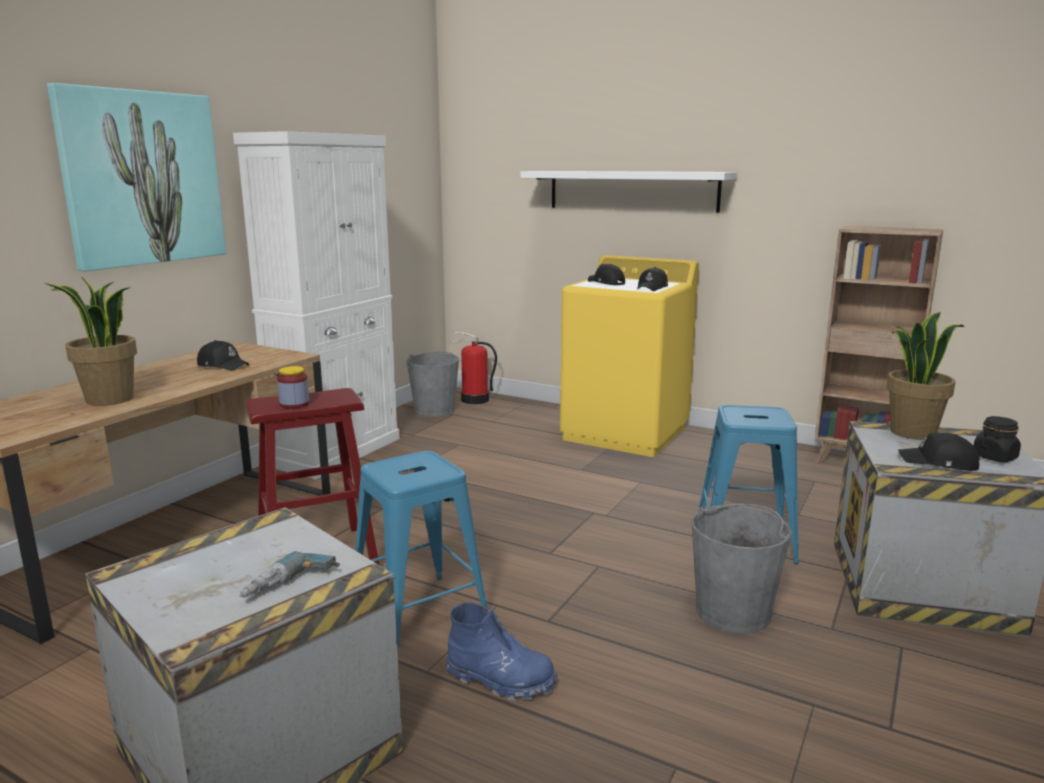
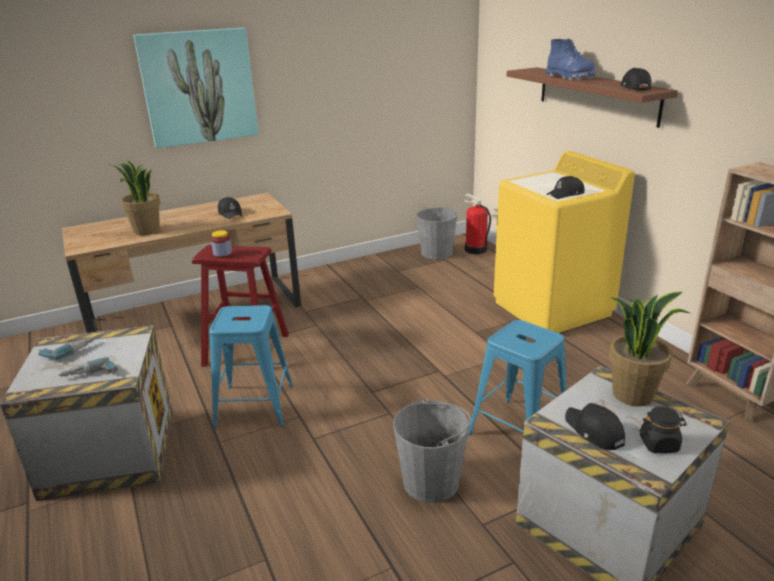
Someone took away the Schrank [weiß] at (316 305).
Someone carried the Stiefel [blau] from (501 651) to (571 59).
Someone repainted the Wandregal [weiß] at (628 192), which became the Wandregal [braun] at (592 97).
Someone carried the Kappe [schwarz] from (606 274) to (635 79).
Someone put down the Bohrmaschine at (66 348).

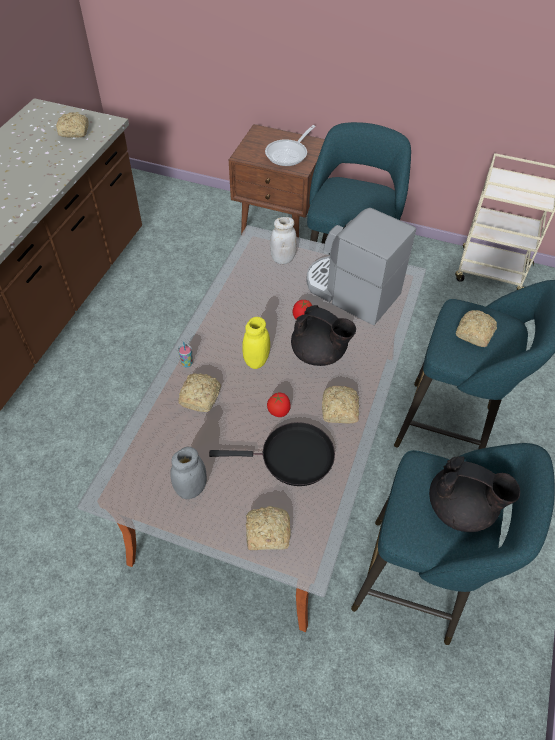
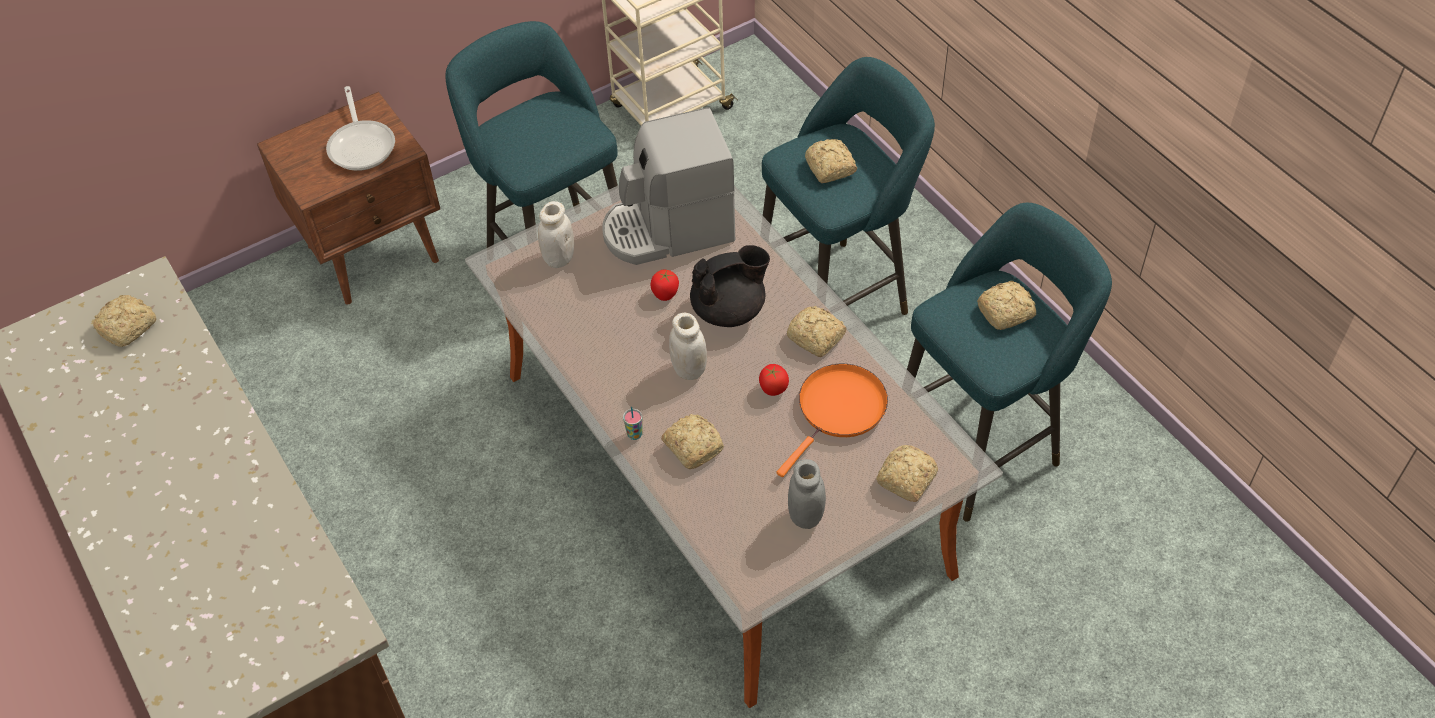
Someone repainted the Pfanne [schwarz] at (272 454), which became the Pfanne [orange] at (832 420).
Someone repainted the Vorratsglas [gelb] at (256 343), which became the Vorratsglas [weiß] at (688 346).
Someone swapped the Teekanne [schwarz] at (474 494) for the Brot at (1006 305).

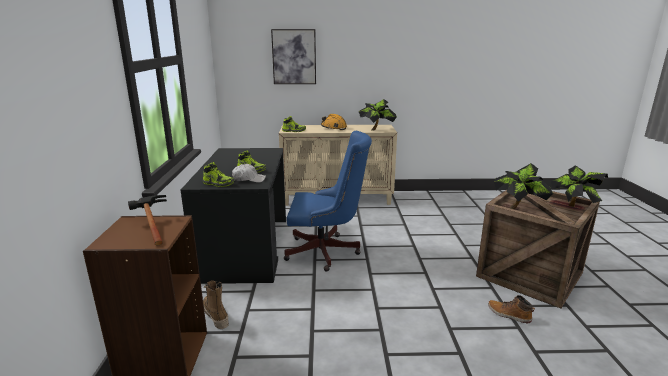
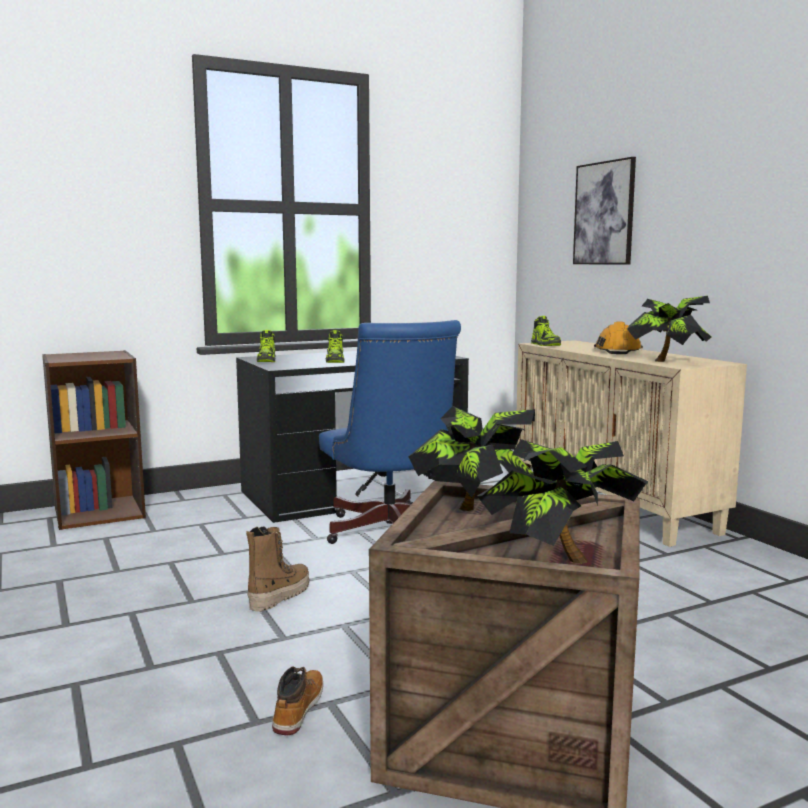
Someone took away the Hammer at (147 220).
Someone carried the Stiefel from (216 304) to (277 568).
Someone took away the Kappe [weiß] at (249 173).

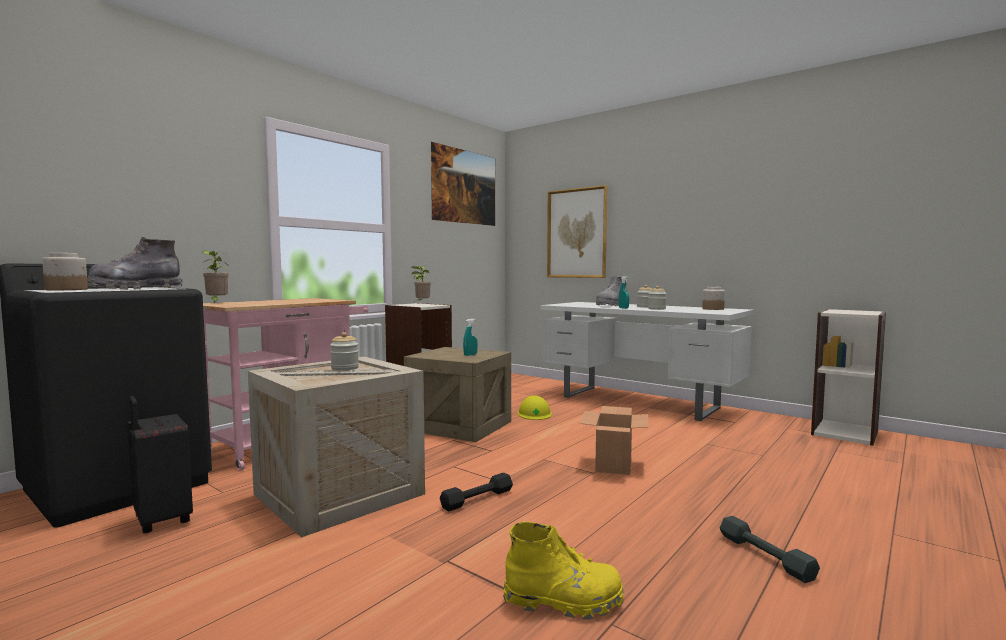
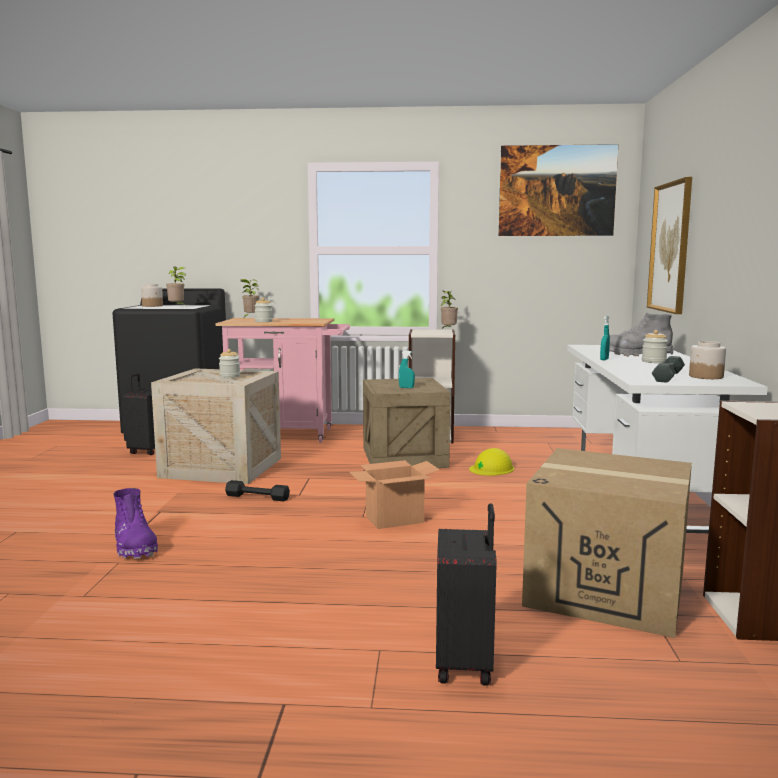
Someone swapped the Stiefel [grau] at (135 263) for the Topfpflanze at (176 286).
Someone repainted the Stiefel [gelb] at (563 571), which became the Stiefel [lila] at (136 523).
Someone carried the Vorratsglas from (657 298) to (263 309).
Someone carried the Hantel [grau] from (770 549) to (668 369).
Someone put down the Koffer [schwarz] at (466 594).
Someone put down the Karton at (607 543).

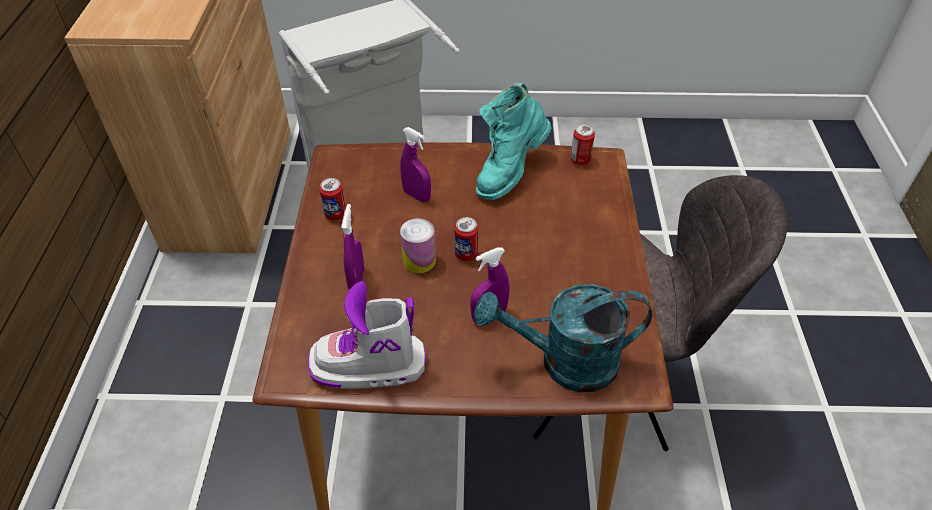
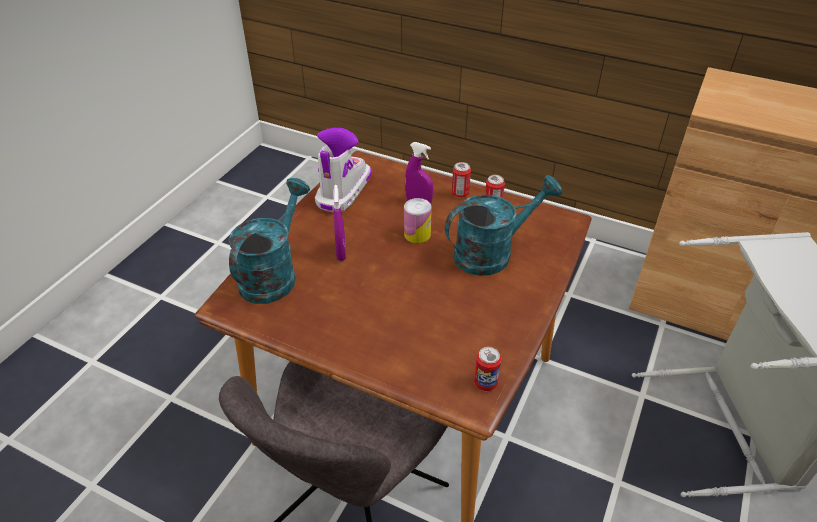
Someone swapped the Sprühflasche [lila] at (415 164) for the Gießkanne [türkis] at (503 225).
Someone carried the Dose from (466 239) to (461 180).
Someone took away the Stiefel [türkis] at (513 141).

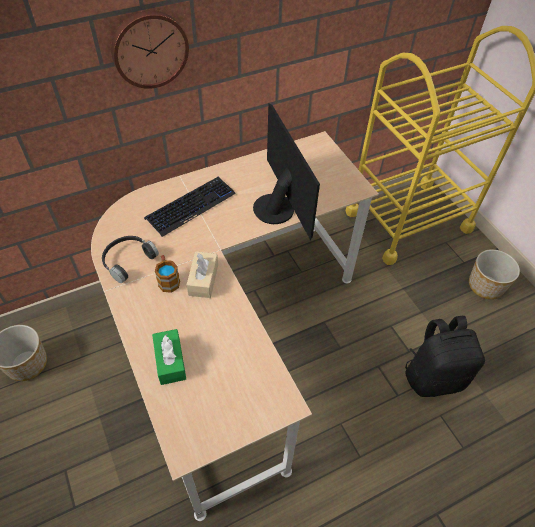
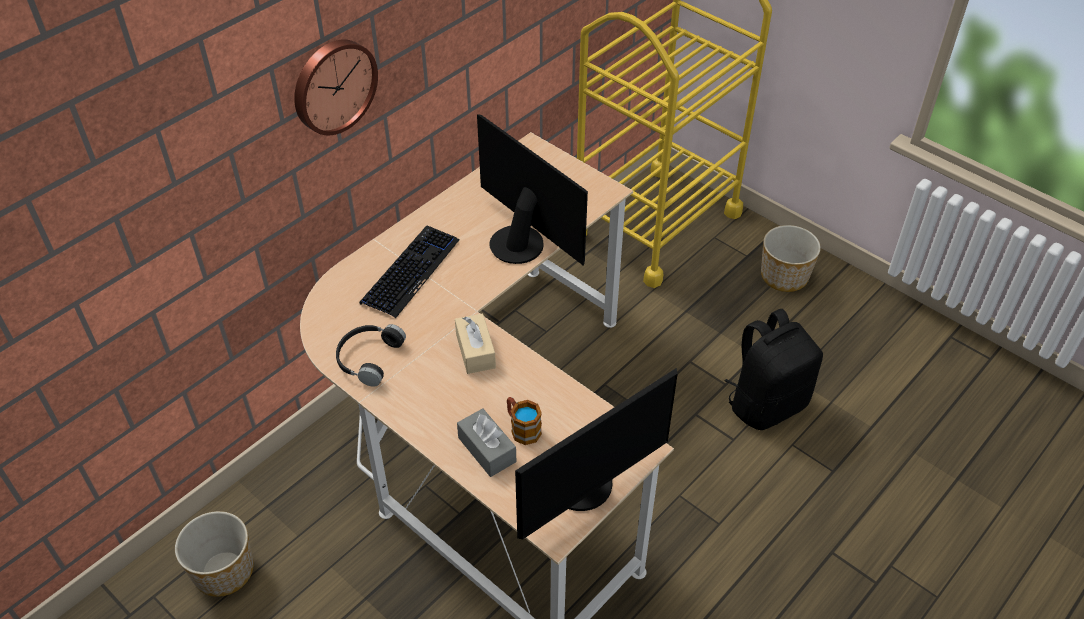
Someone repainted the Taschentuchbox [grün] at (169 357), which became the Taschentuchbox [grau] at (486 442).
Someone carried the Henkelbecher from (167 274) to (524 421).
Someone put down the Monitor at (596 453).

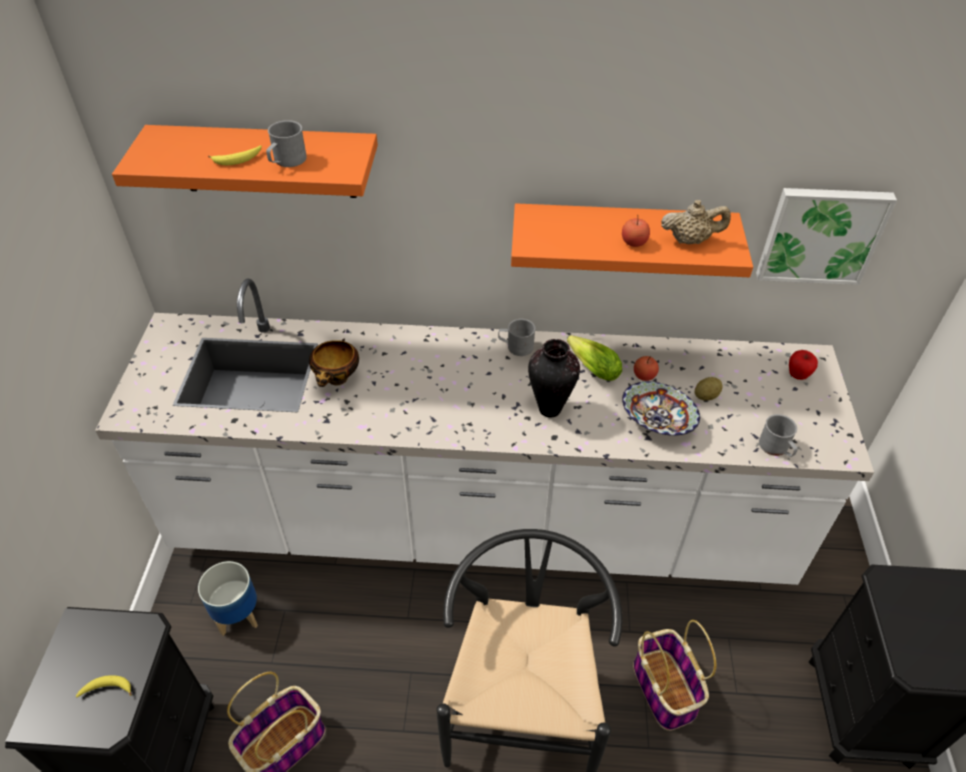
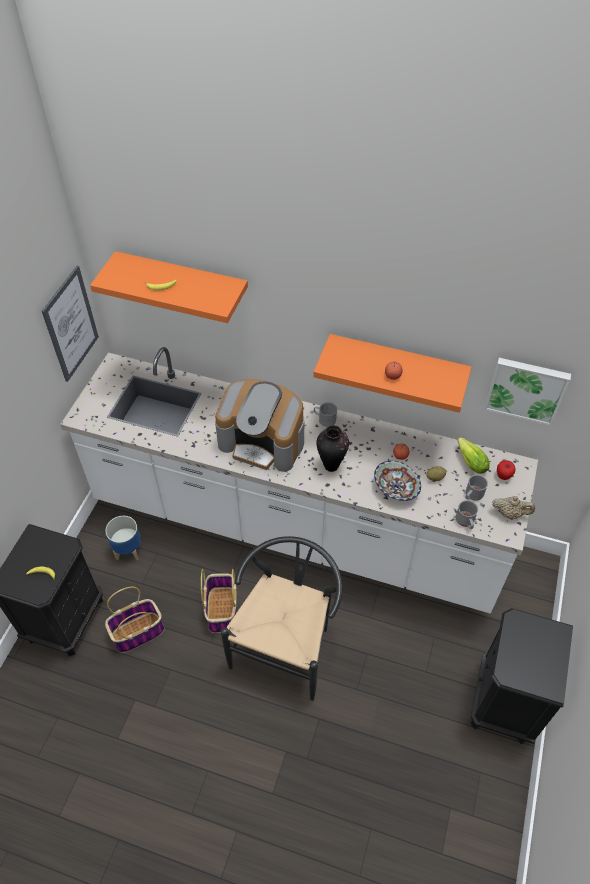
Someone carried the Henkelbecher [grau] from (286 143) to (476 488).
Someone took away the Schüssel at (334 363).
Someone carried the Salatkopf from (594 358) to (474 455).
Someone carried the Korb from (674 675) to (219 601).
Someone carried the Teekanne [beige] from (696 222) to (513 508).
Someone put up the Bild at (70 324).
Someone put down the Kaffeemaschine at (259 425).

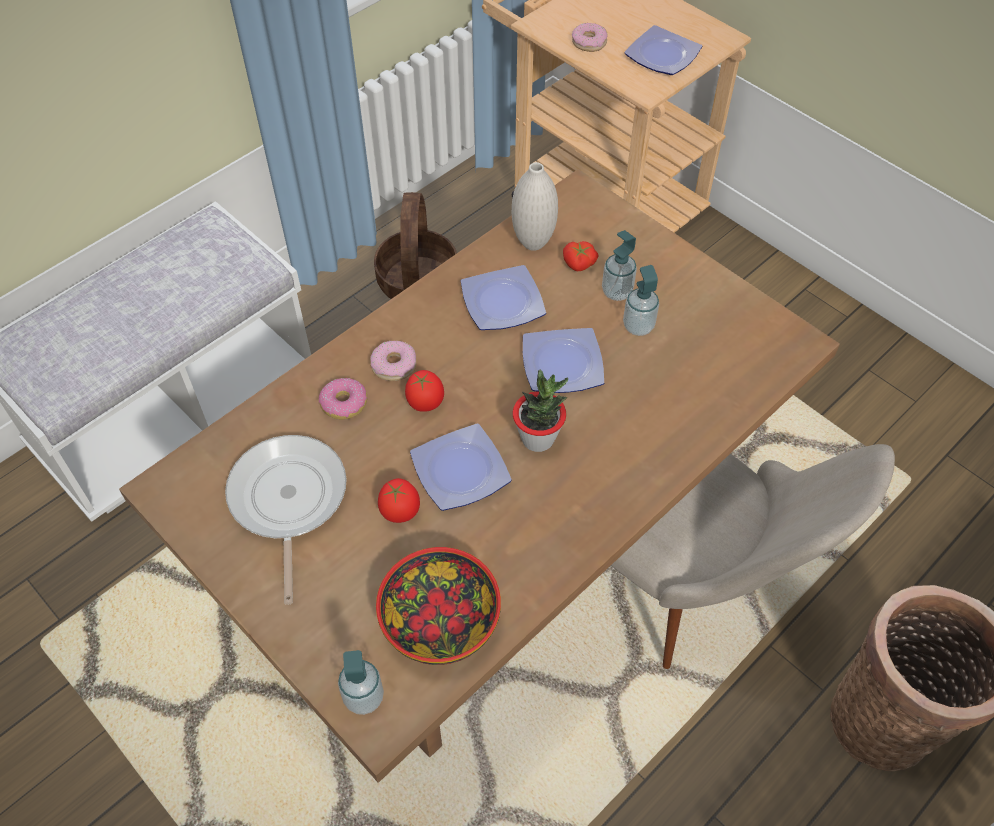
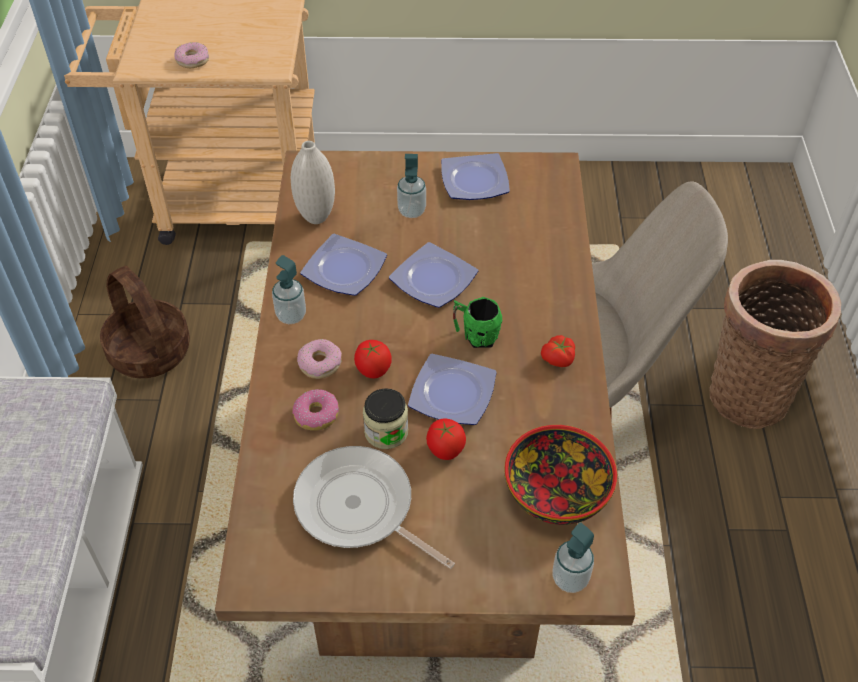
Someone swapped the Topfpflanze at (540 411) for the Henkelbecher [grün] at (477 322).
Someone carried the Tomate from (580 256) to (558 351).
Someone carried the Seifenspender from (641 300) to (289 289).
Someone carried the Teller from (663 50) to (475 176).
Someone put down the Vorratsglas at (385 418).

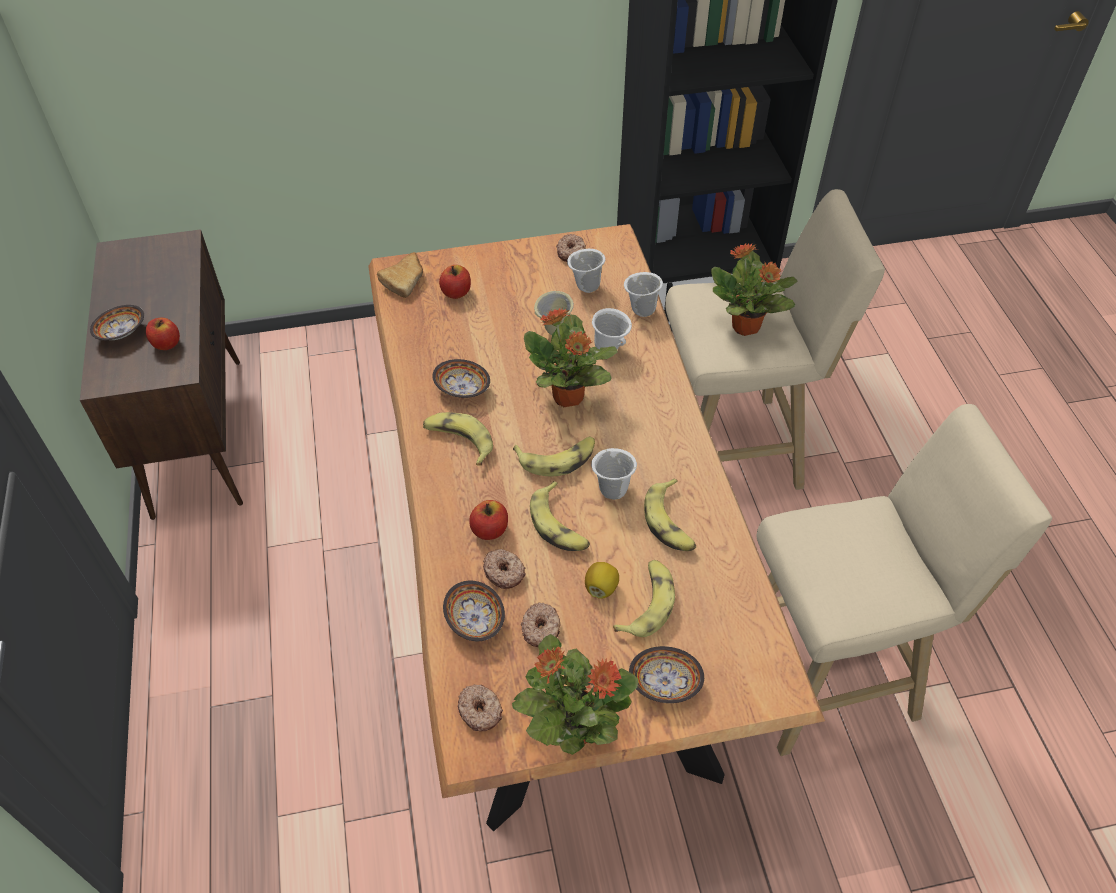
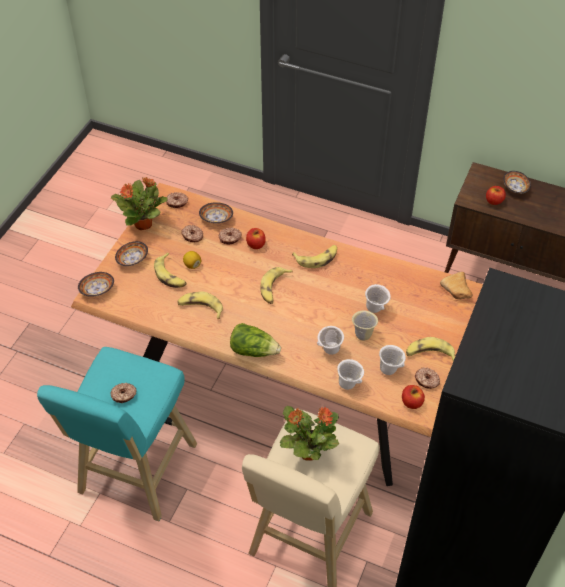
Someone carried the Schüssel from (461 378) to (96 284).
Someone carried the Apfel from (455 282) to (413 397).
Someone took away the Topfpflanze at (570 357).
Someone carried the Banane from (560 516) to (430 349).
Someone carried the Henkelbecher [weiß] from (614 474) to (378 298).
Someone repainted the Hocker [beige] at (904 580), which became the Hocker [türkis] at (117 434).
Someone put down the Donut at (123 393).
Someone put down the Salatkopf at (255 340).

